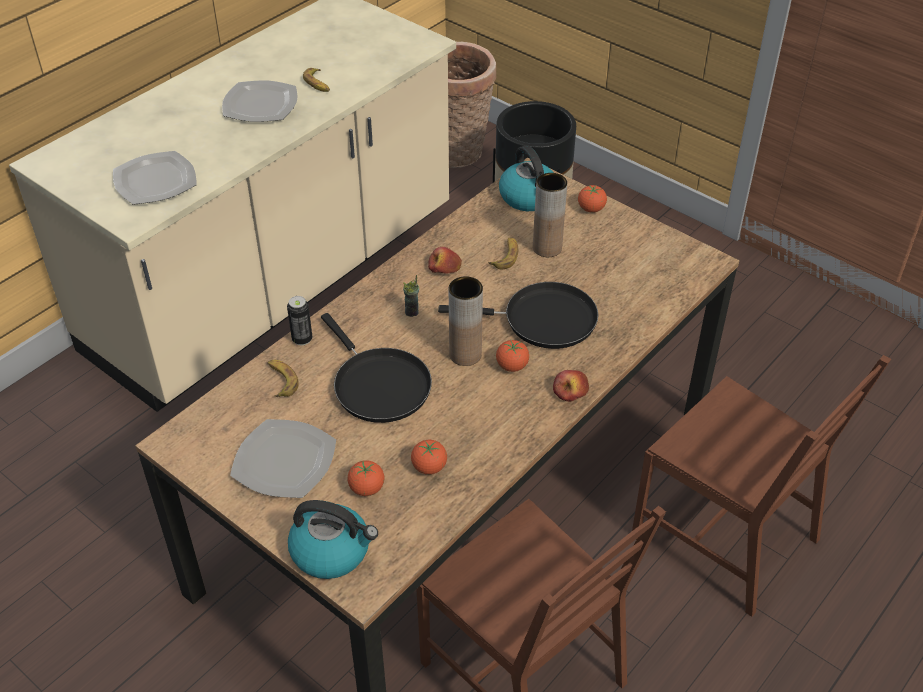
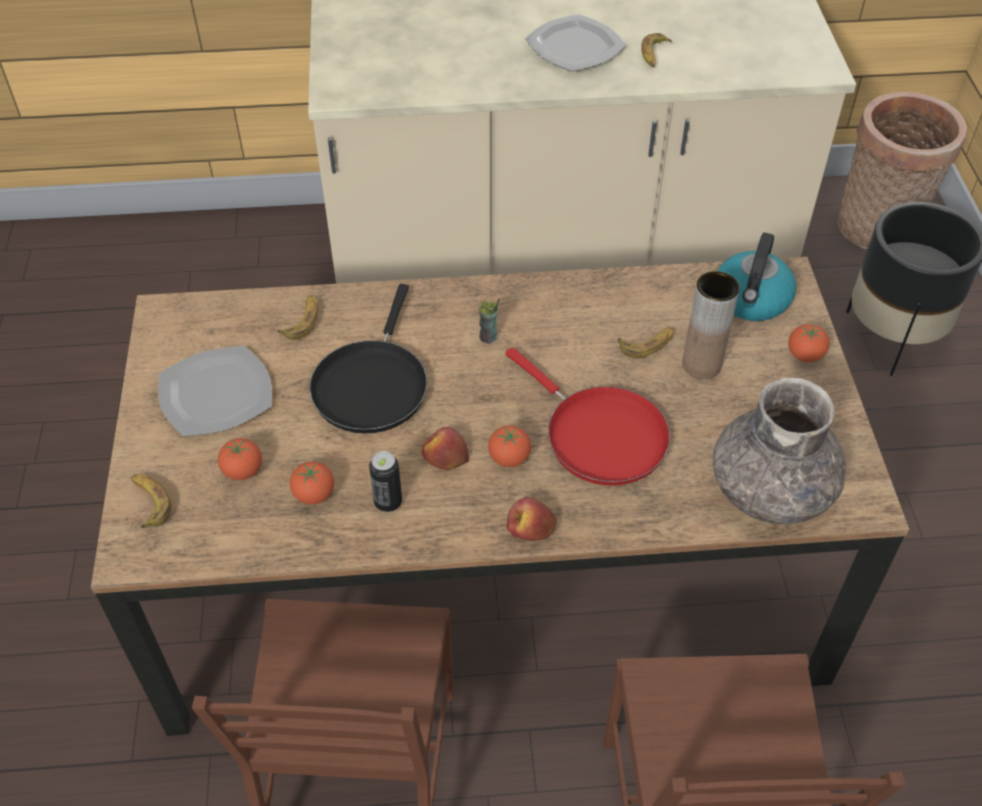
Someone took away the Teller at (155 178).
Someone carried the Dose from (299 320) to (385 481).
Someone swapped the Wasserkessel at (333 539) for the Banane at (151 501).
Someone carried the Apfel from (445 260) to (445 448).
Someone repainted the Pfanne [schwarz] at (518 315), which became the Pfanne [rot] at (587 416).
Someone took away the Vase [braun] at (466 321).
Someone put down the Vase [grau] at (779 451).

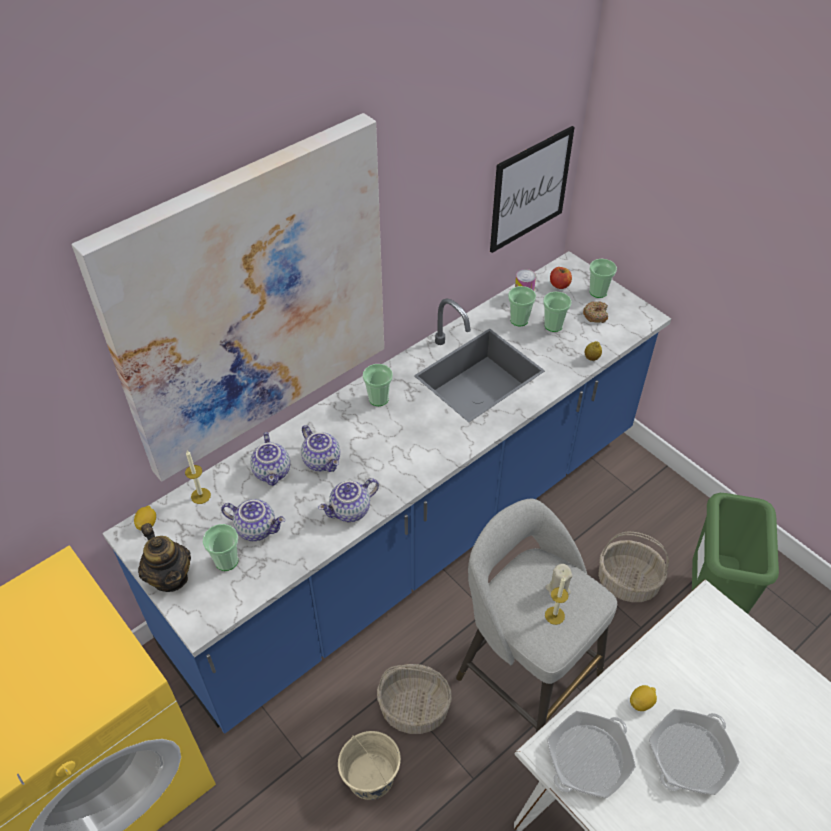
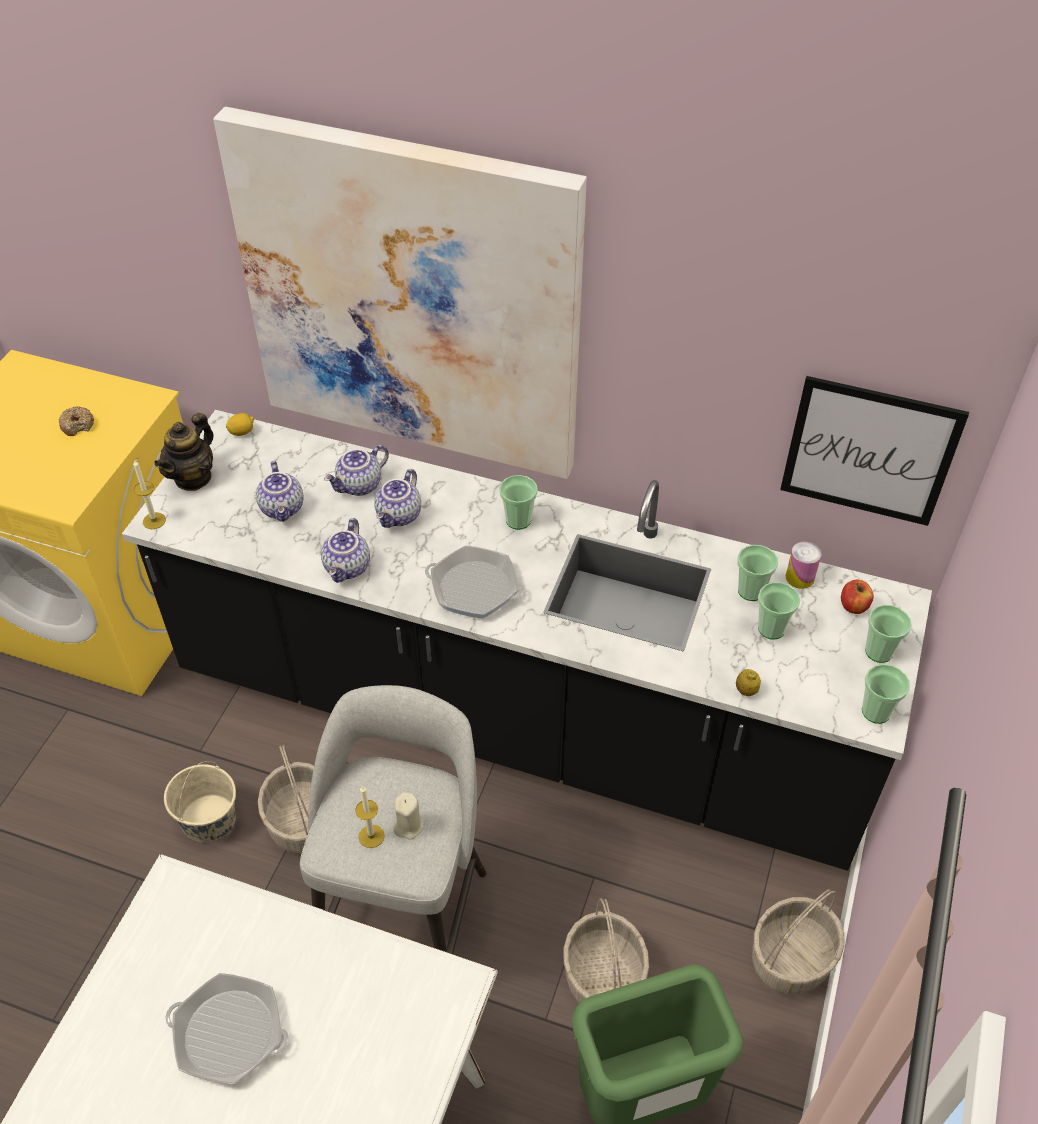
Someone repainted the Küchenzeile [blau] at (386 492), which became the Küchenzeile [schwarz] at (527 640).
Someone carried the Kerze from (198 477) to (149 494).
Someone carried the Tasse from (220 547) to (886 694).
Someone rotated the Teekanne at (348 500) by 105 degrees counterclockwise.
Someone carried the Pfanne from (591 754) to (474 582).
Someone carried the Donut from (595 312) to (76 421).
Someone took away the Zitrone at (643 698).
Someone put down the Korb at (798 941).

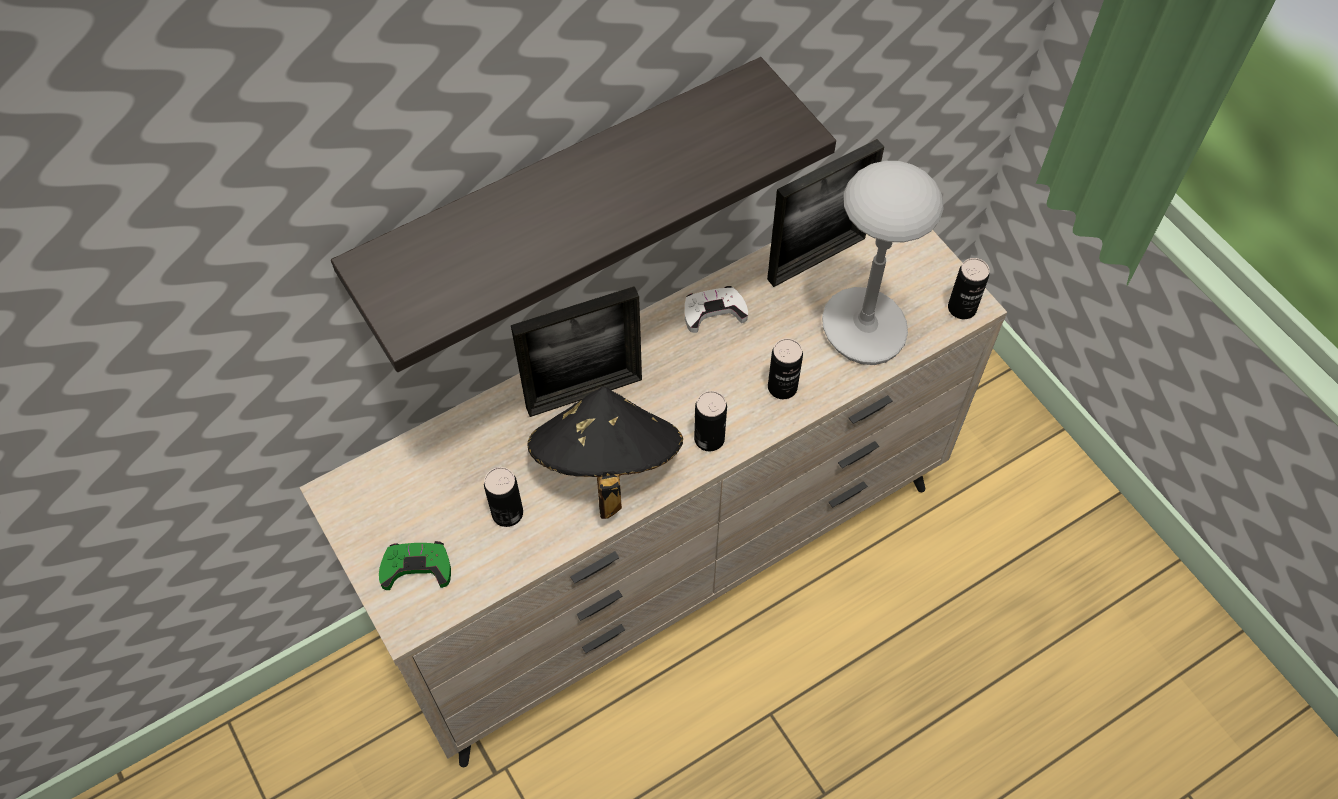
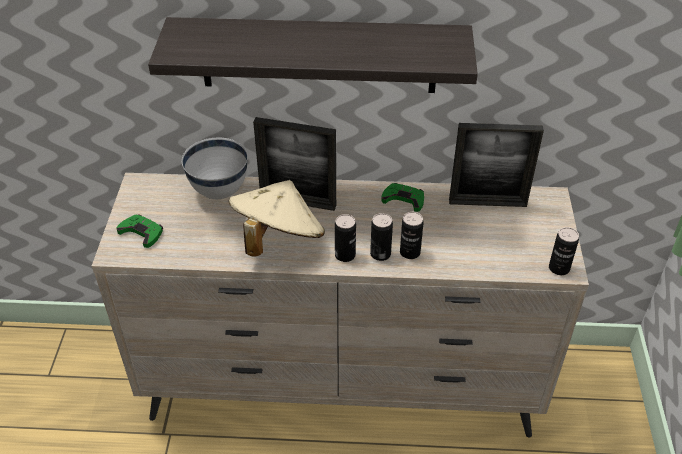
Someone carried the Dose from (503 497) to (381 237).
Someone repainted the Hut [schwarz] at (605 452), which became the Hut [beige] at (276 218).
Someone repainted the Gamepad [weiß] at (716 309), which became the Gamepad [grün] at (402 197).
Someone took away the Tischlampe [grau] at (883 263).
Someone put down the Schüssel [weiß] at (215 168).

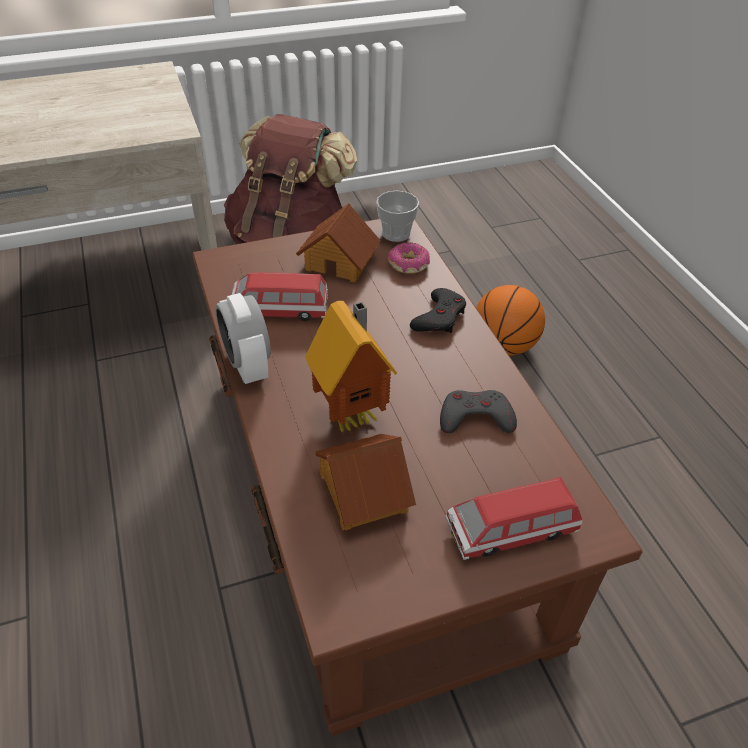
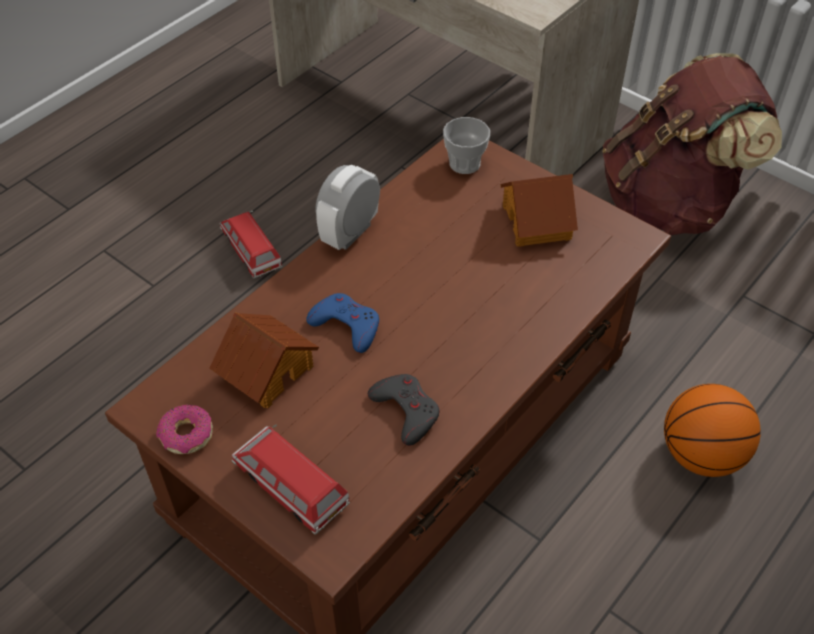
Someone carried the Spielzeugauto from (280 296) to (250 245).
Someone swapped the Spielzeughaus at (351 366) for the Gamepad [blau] at (342 323).
Someone carried the Tasse from (397 216) to (466 145).
Someone carried the Donut from (409 258) to (184 429).
Someone took away the Gamepad [schwarz] at (438 310).

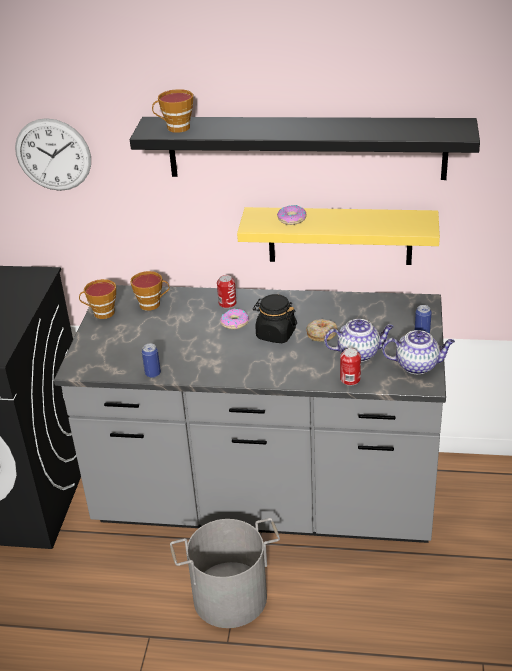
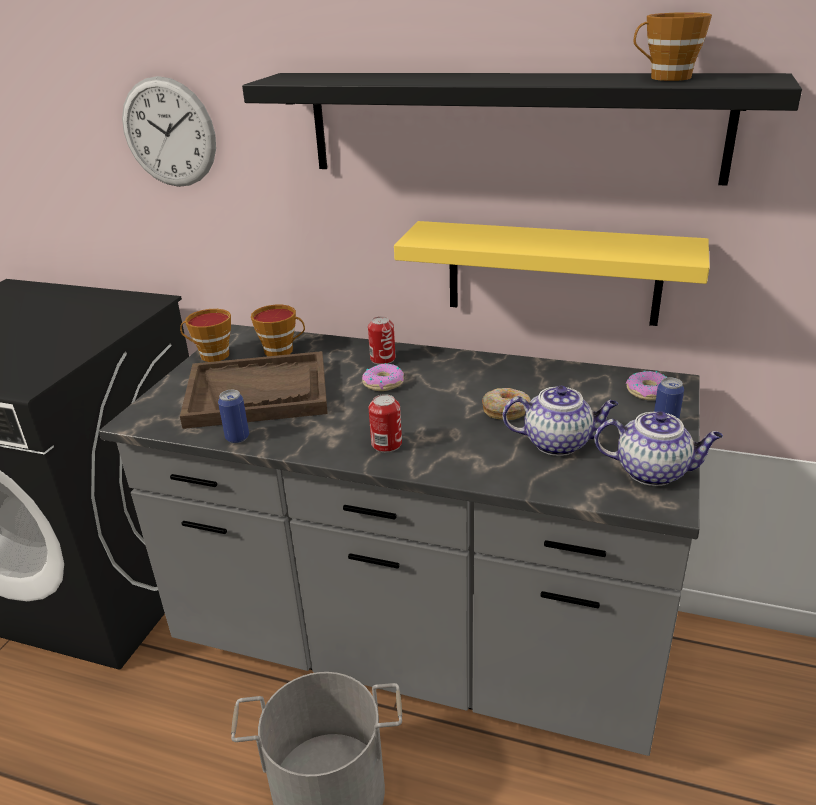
Someone carried the Tasse from (172 111) to (673 46).
Someone took away the Vorratsglas [schwarz] at (275 318).
Someone carried the Donut from (292 215) to (647 385).
Someone carried the Dose from (350 366) to (385 423).
Someone put down the Tablett [braun] at (254 390).

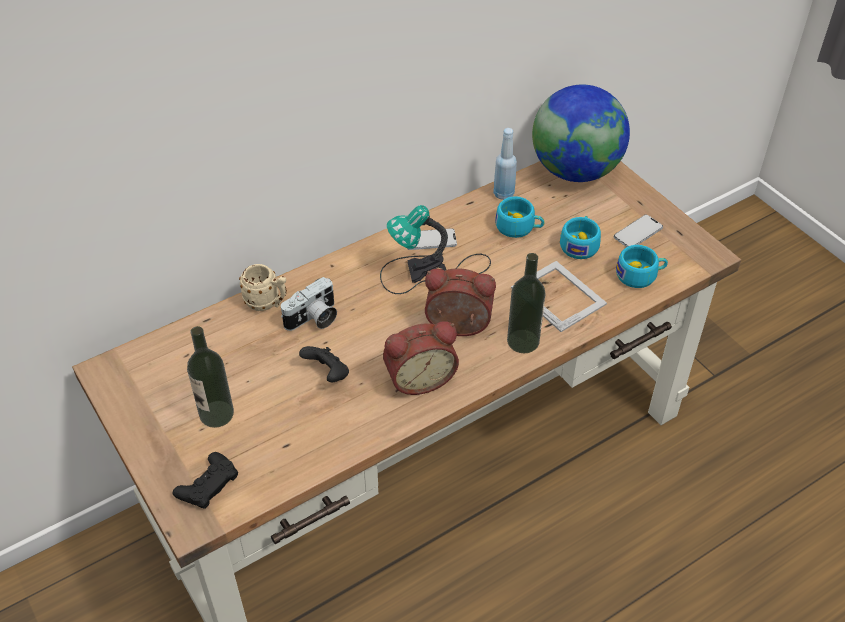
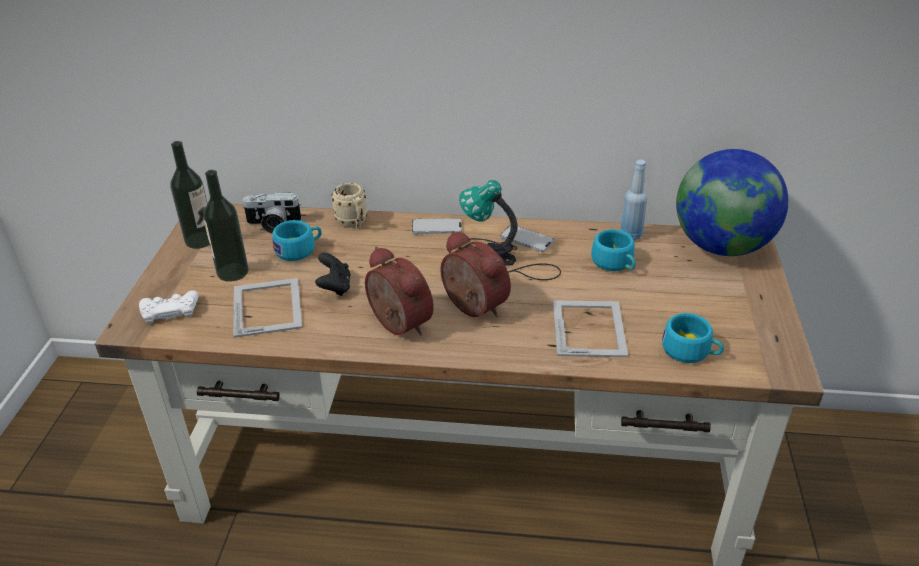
Someone repainted the Gamepad [schwarz] at (205 480), which became the Gamepad [weiß] at (169 307).
Someone carried the Kamera from (309 304) to (272 213).
Someone rotated the Wecker at (421 358) by 150 degrees counterclockwise.
Someone carried the Flasche from (526 303) to (190 195).
Someone carried the Tasse [türkis] from (580 237) to (297 240).
Someone carried the Handy from (638 231) to (437 226).
Someone put down the Bilderrahmen at (267 308).

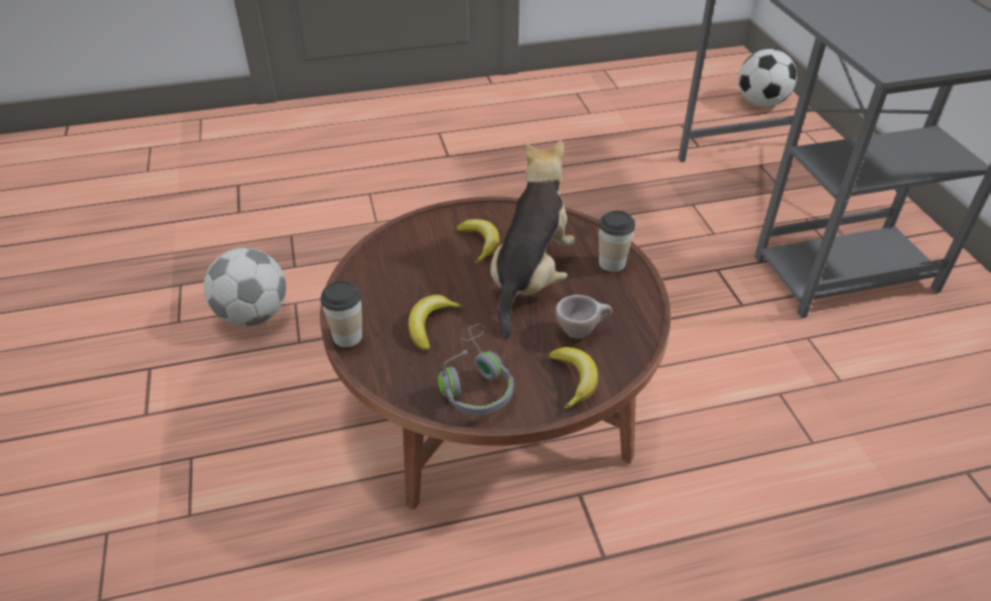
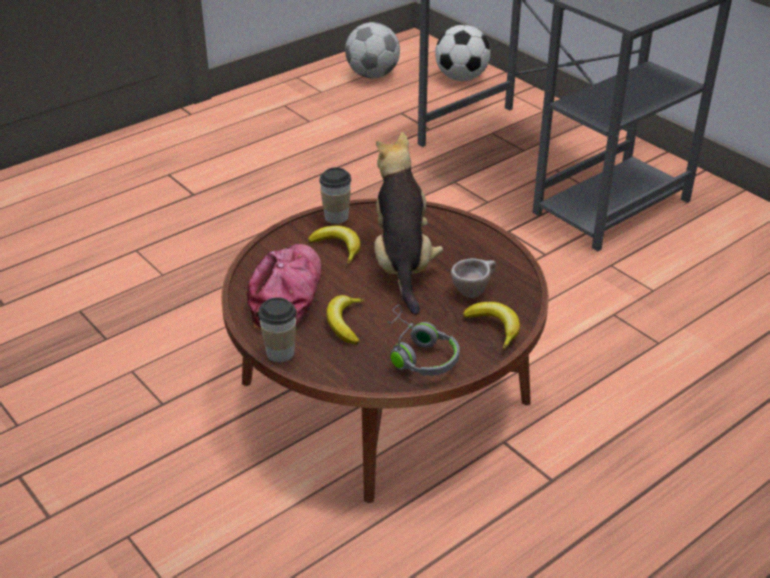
Someone carried the Fußball from (245 287) to (372 50).
Someone carried the Tasse from (617 241) to (335 195).
Someone put down the Kappe at (284 287).

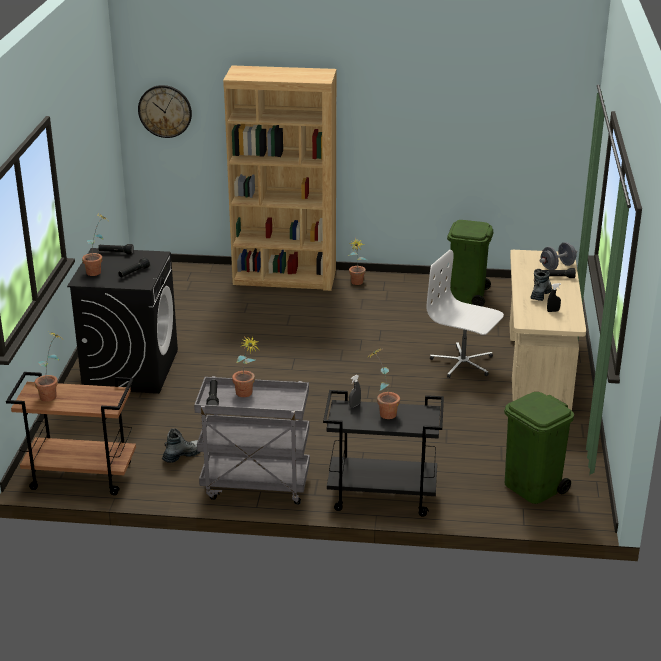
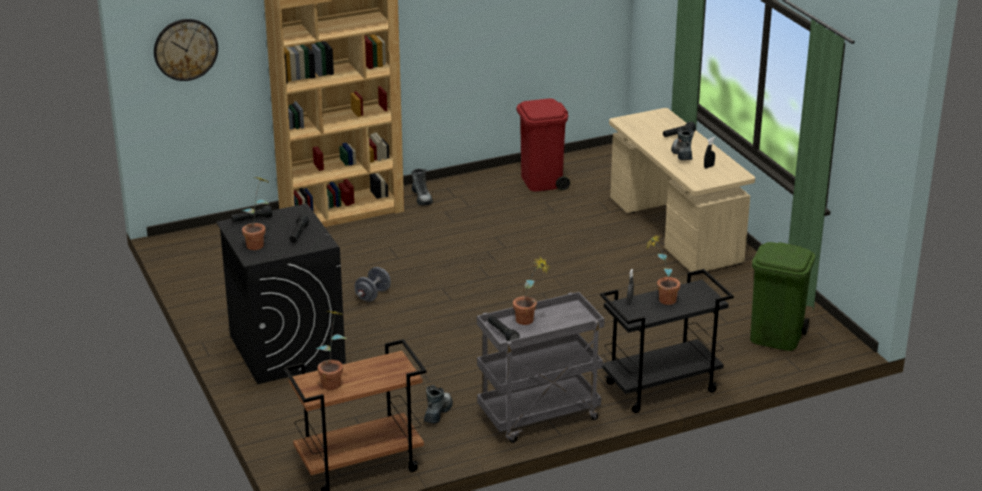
Someone swapped the Topfpflanze at (357 261) for the Stiefel at (422 187).
Someone took away the Bürostuhl [weiß] at (465 314).
Someone repainted the Mülleimer [grün] at (470 263), which became the Mülleimer [rot] at (543 145).
Someone carried the Hantel [grau] from (558 256) to (372 284).

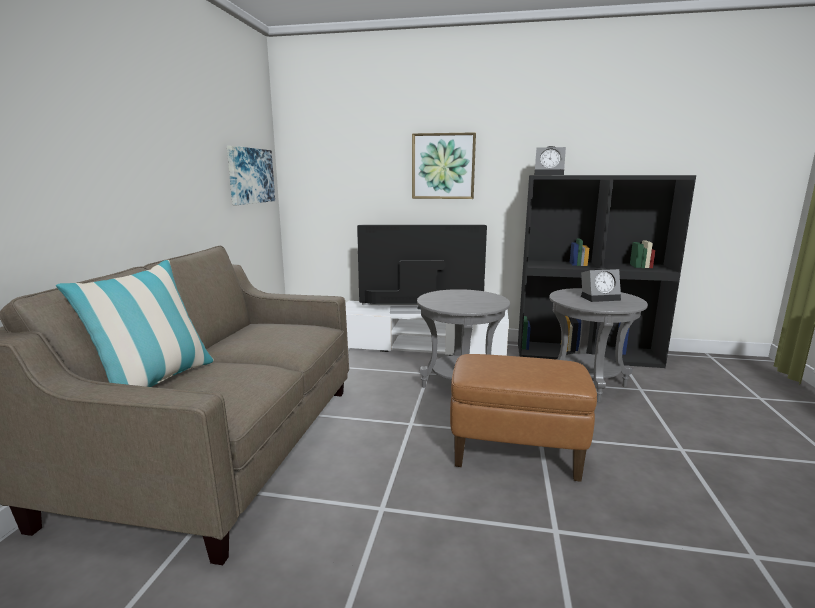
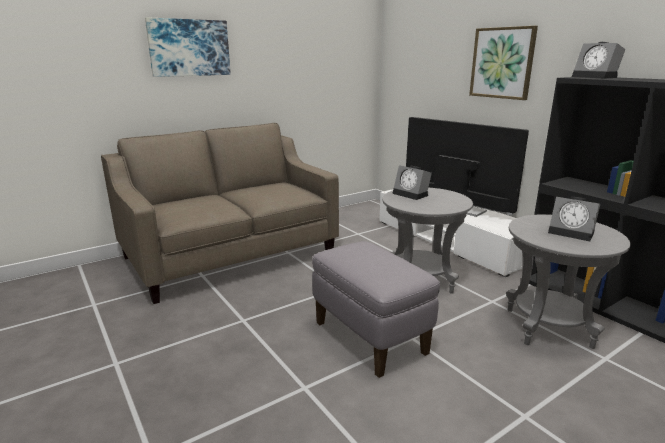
Someone took away the Kissen at (135 323).
Someone carried the Bild from (251 175) to (188 47).
Someone repainted the Polsterhocker [braun] at (523 418), which became the Polsterhocker [grau] at (376 309).
Someone put down the Wecker at (412 182).

